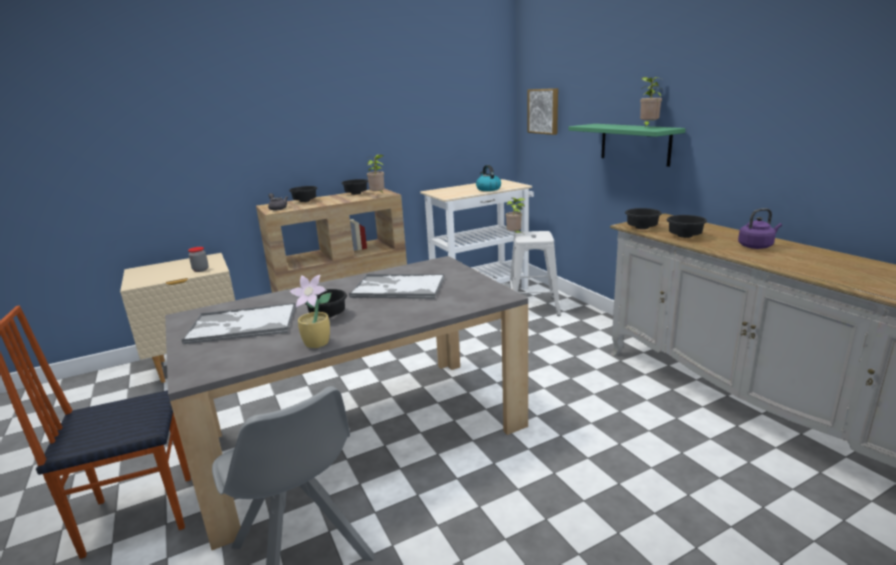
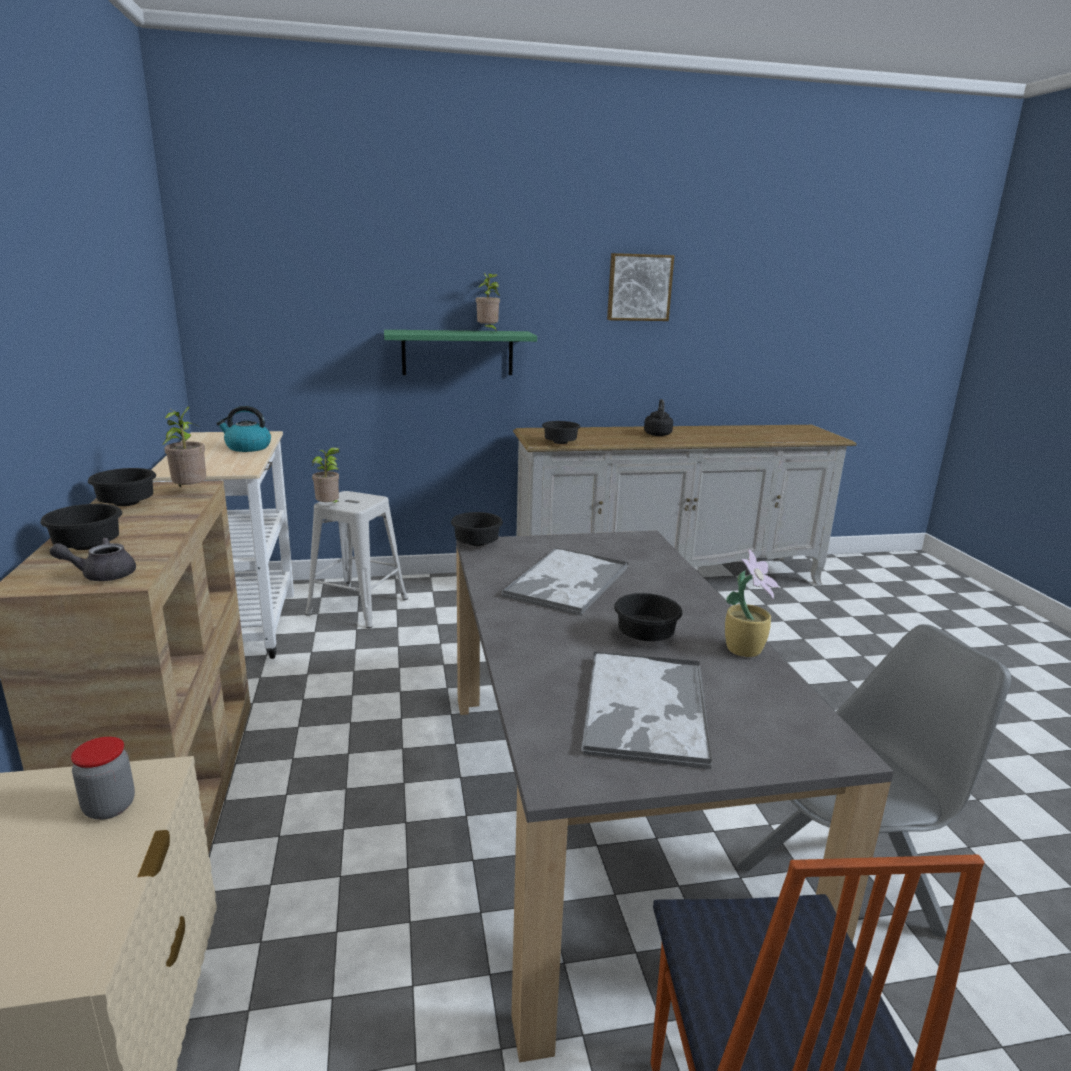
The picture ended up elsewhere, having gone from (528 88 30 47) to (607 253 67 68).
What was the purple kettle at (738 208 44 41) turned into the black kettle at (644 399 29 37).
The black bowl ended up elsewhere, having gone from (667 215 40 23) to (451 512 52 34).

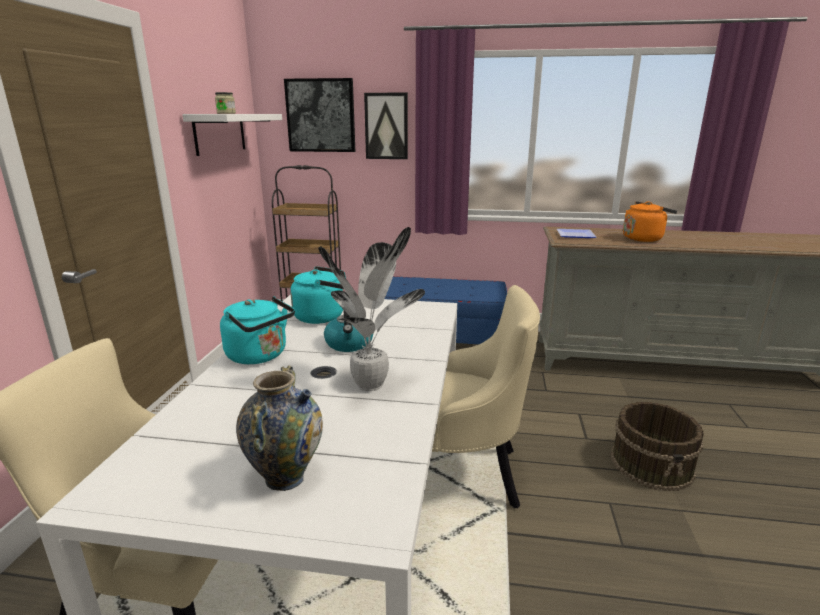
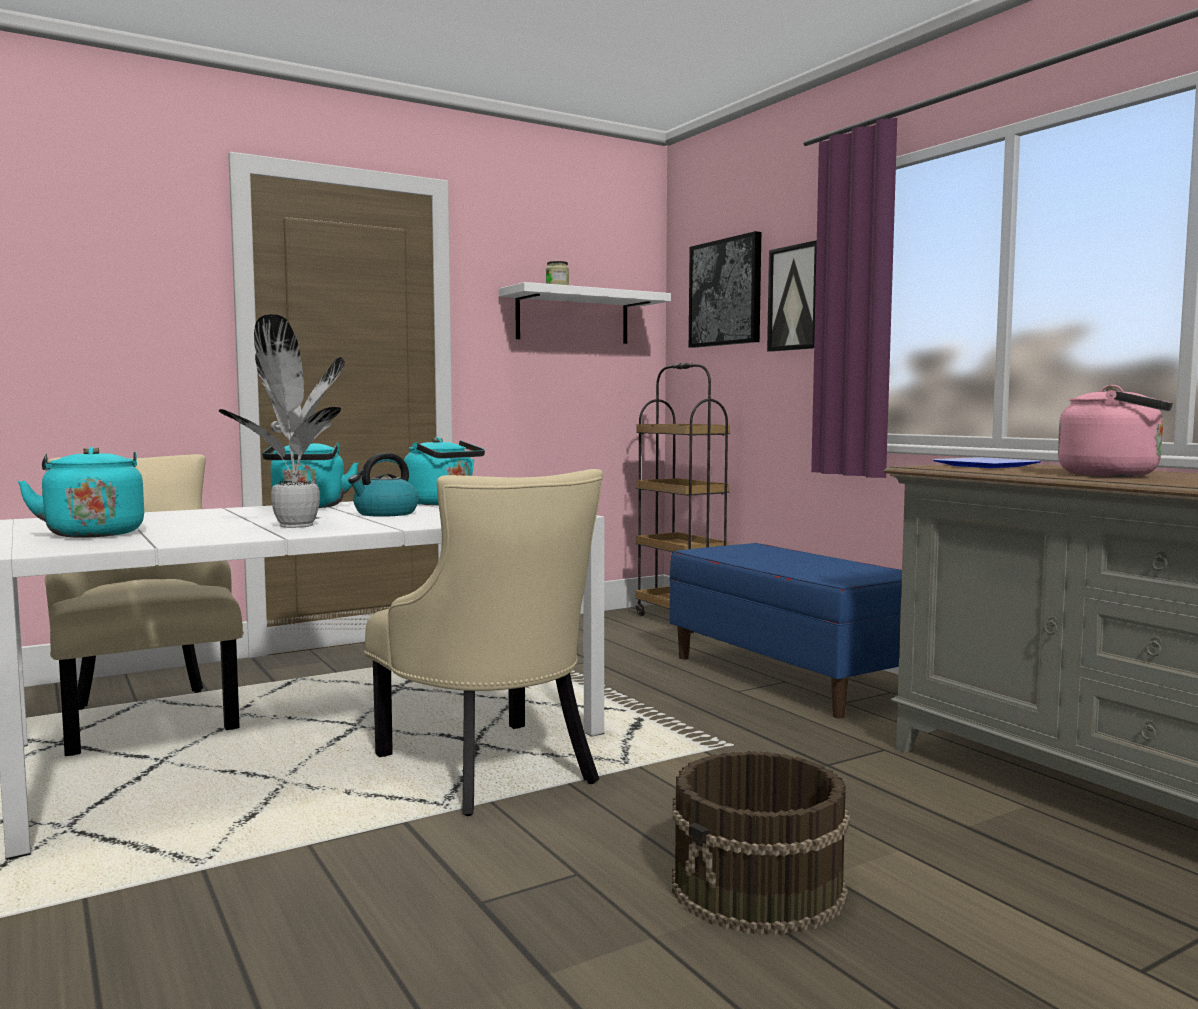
What was the orange kettle at (623 201 54 41) turned into the pink kettle at (1058 385 115 92).
Where the vase stood at (236 365 87 126), the turquoise kettle came to stand at (17 447 127 91).

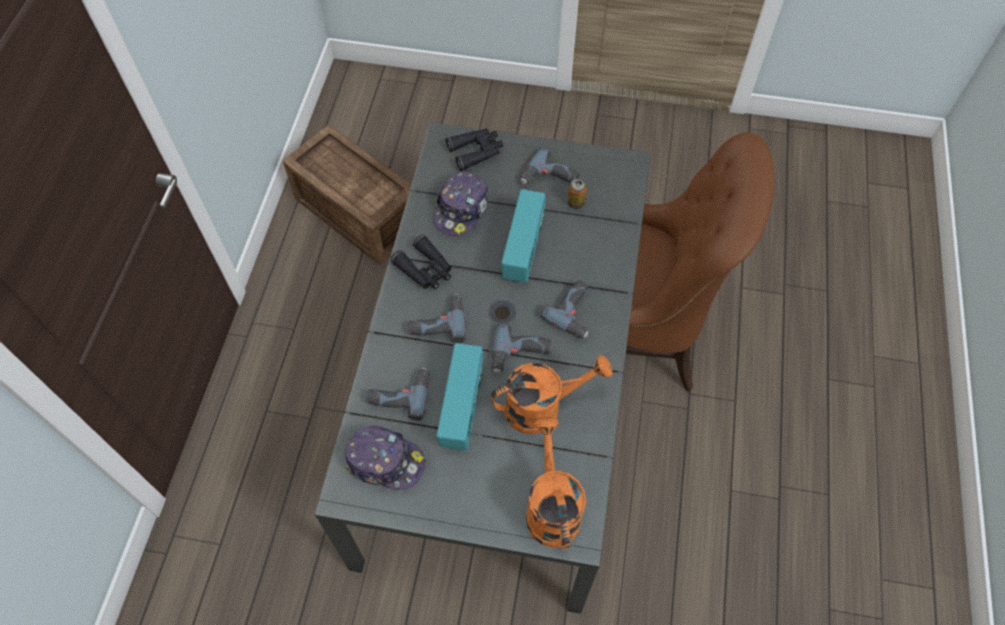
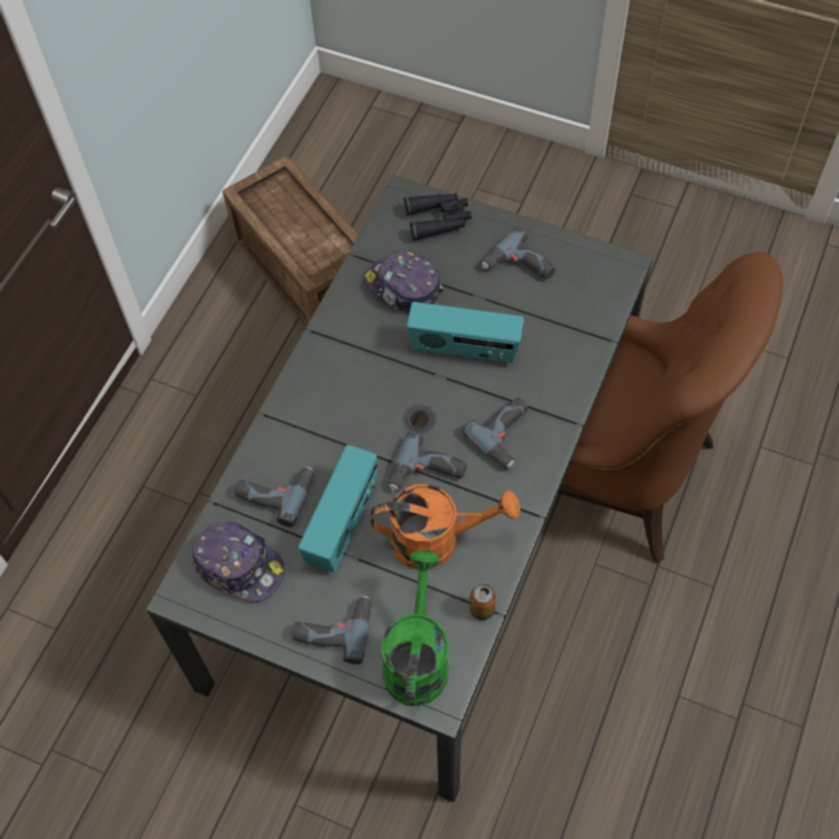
The cap at (434 172 54 64) ended up facing another way, 90 degrees clockwise from before.
The can ended up elsewhere, having gone from (567 178 20 31) to (470 584 26 36).
The radio at (501 189 45 94) ended up facing another way, 75 degrees clockwise from before.
The second view lost the black binoculars at (391 235 61 54).
The power drill ended up elsewhere, having gone from (408 294 58 49) to (292 595 80 70).
What was the orange watering can at (526 417 60 132) turned into the green watering can at (381 551 68 155).

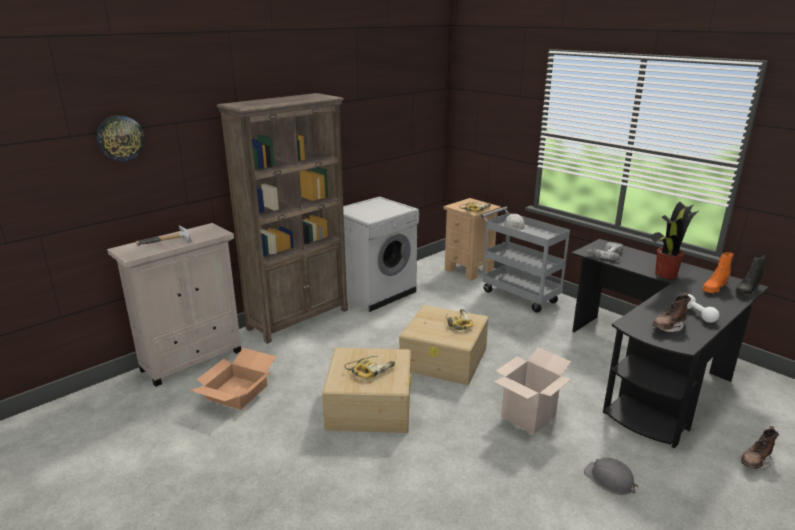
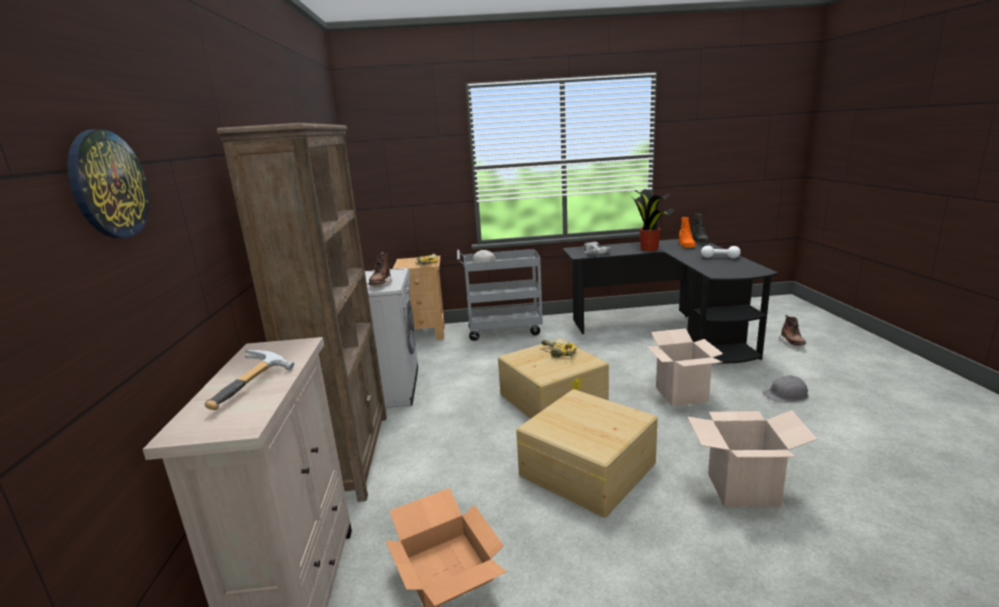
The brown boot ended up elsewhere, having gone from (652 293 39 39) to (368 252 24 35).
The second view lost the power drill at (344 356 51 22).
The second view gained the cardboard box at (687 410 131 97).

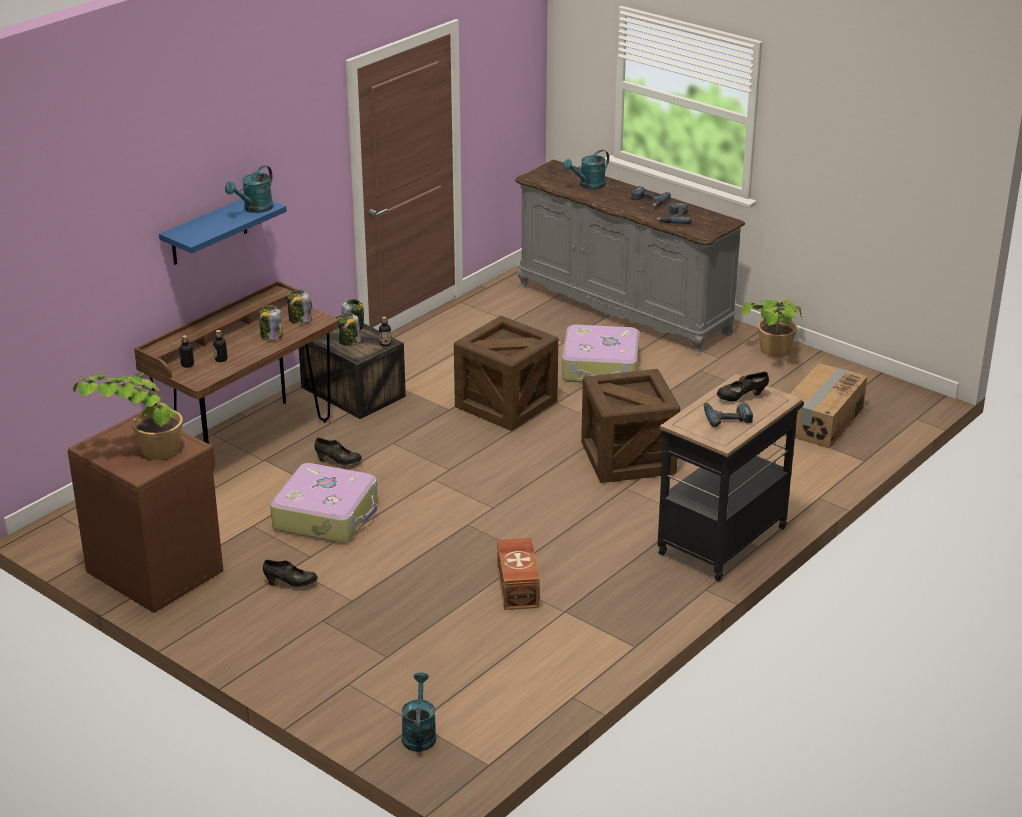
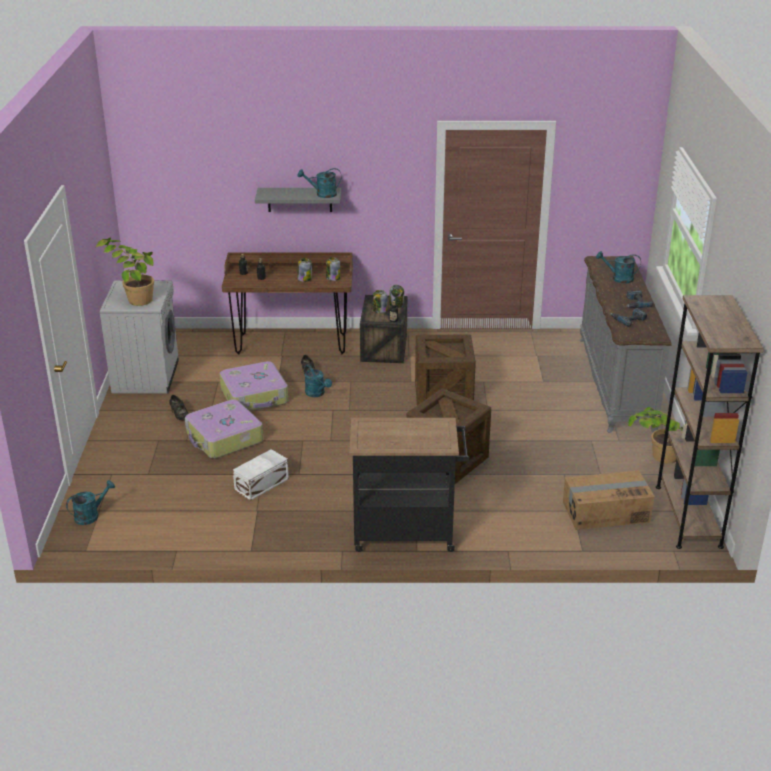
What was the blue shelf at (159 199 128 66) turned into the grey shelf at (255 188 86 24).
The suitcase ended up elsewhere, having gone from (562 325 77 57) to (185 399 78 59).
The second view lost the black shoe at (717 372 52 29).
The second view lost the power drill at (704 402 49 25).
What was the brown washing machine at (68 411 155 202) turned into the white washing machine at (100 281 79 112).
What was the brown storage box at (497 538 43 72) turned into the white storage box at (233 449 56 51).
The second view gained the brown bookcase at (656 295 108 254).
The second view gained the turquoise watering can at (304 365 28 32).

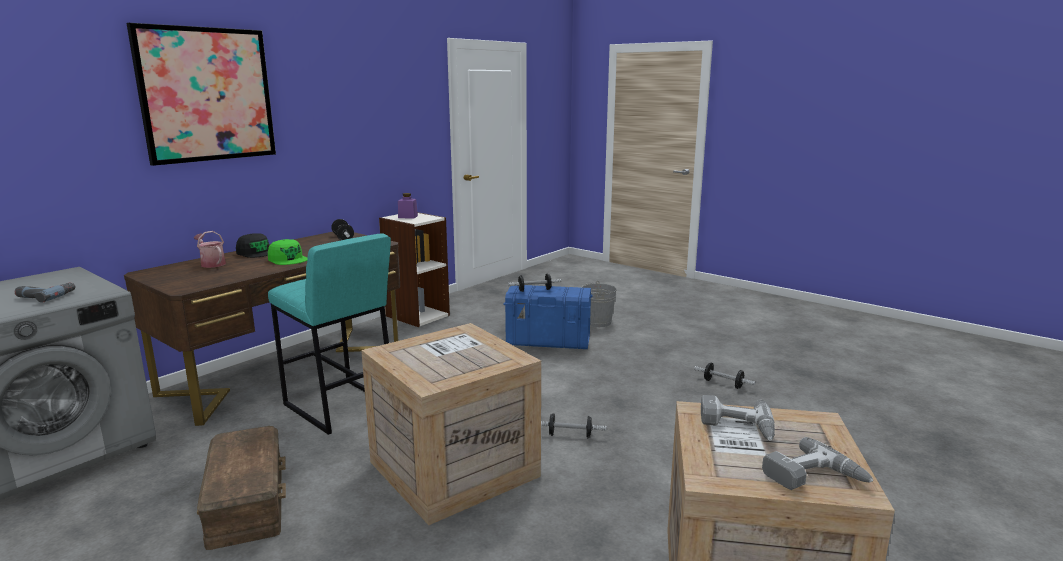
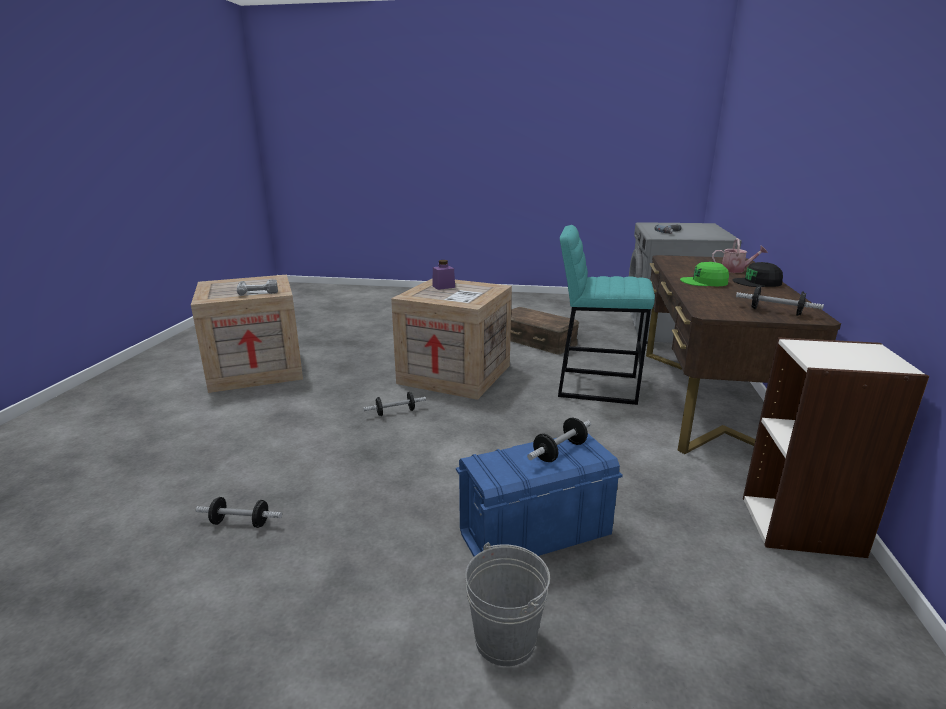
The second view lost the picture at (127 23 149 143).
The purple jar ended up elsewhere, having gone from (398 193 20 26) to (432 260 23 30).
The second view lost the power drill at (762 437 111 53).

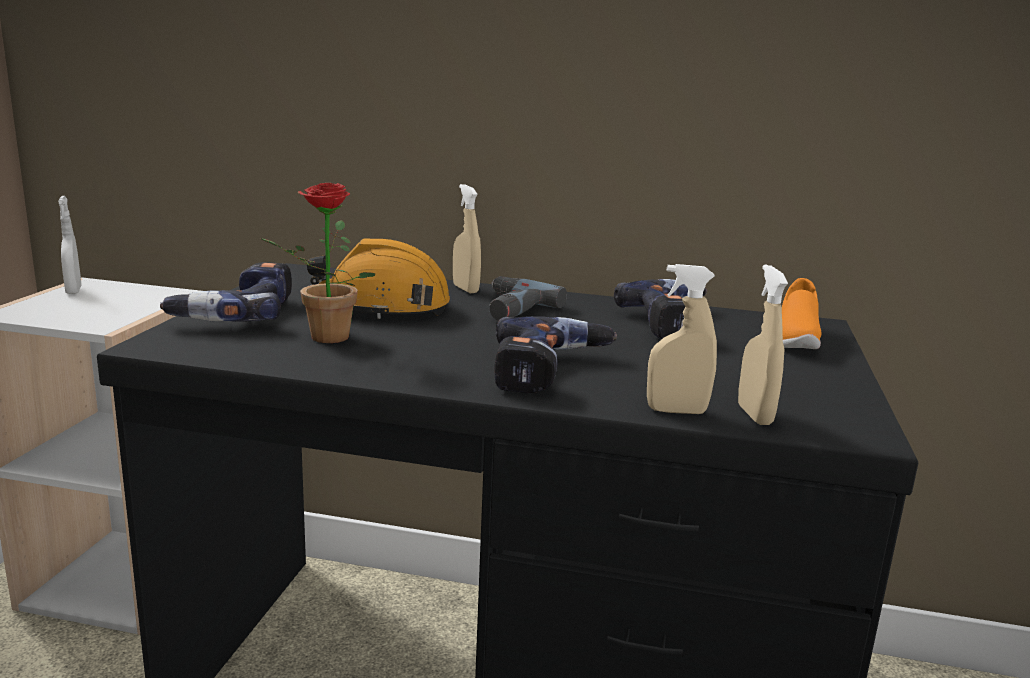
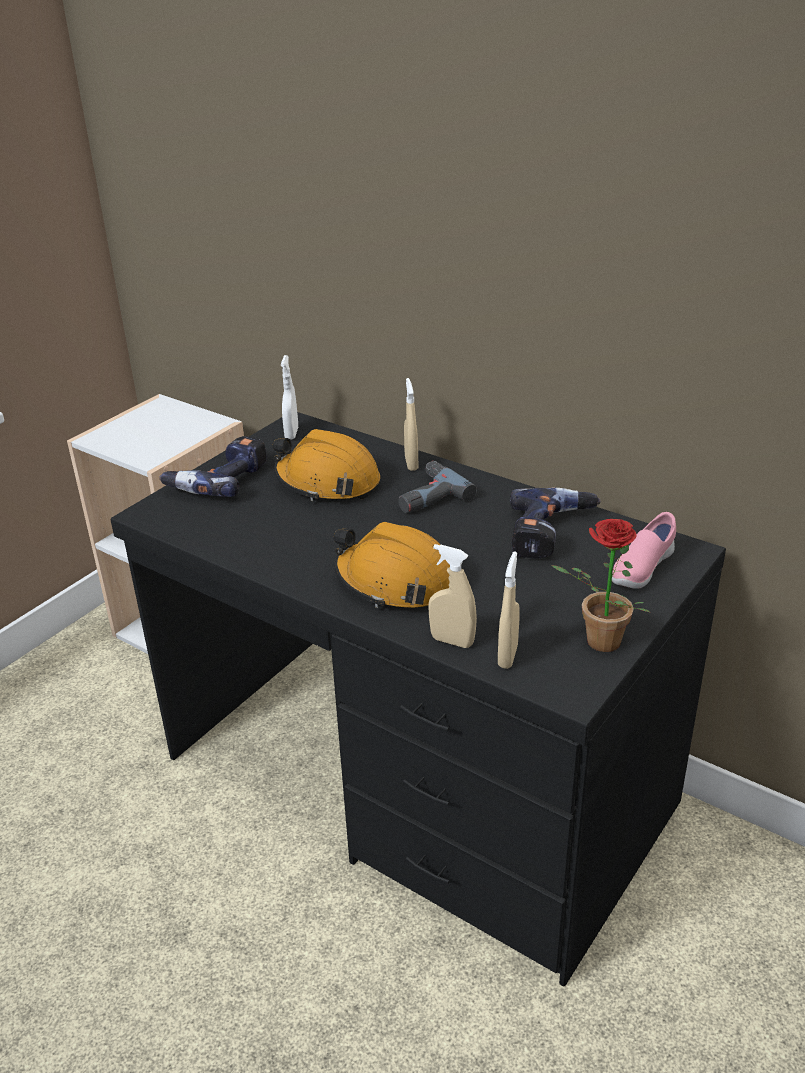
The potted plant ended up elsewhere, having gone from (260 183 115 160) to (551 519 100 133).
The white spray bottle ended up elsewhere, having gone from (58 196 23 98) to (281 355 17 84).
What was the orange shoe at (782 278 39 71) turned into the pink shoe at (612 512 64 77).
Where the power drill stood at (494 316 123 77), the orange hard hat came to stand at (334 522 116 86).

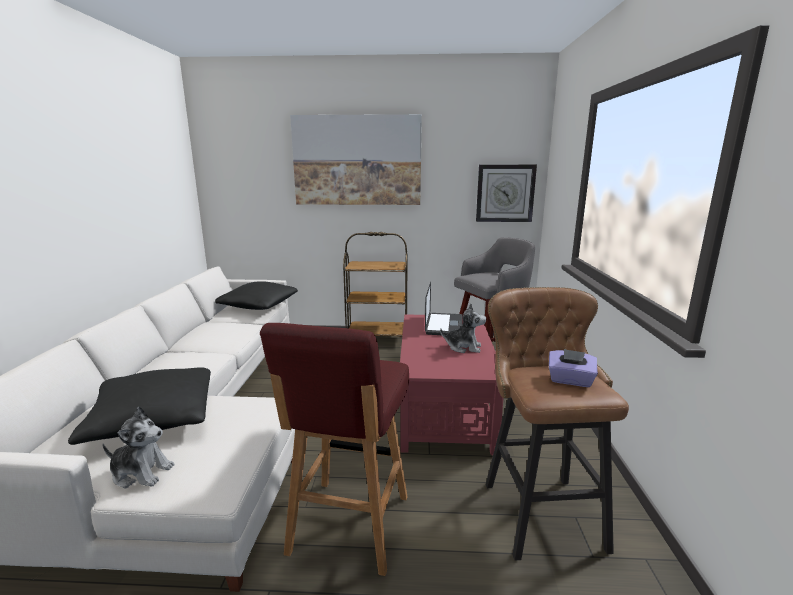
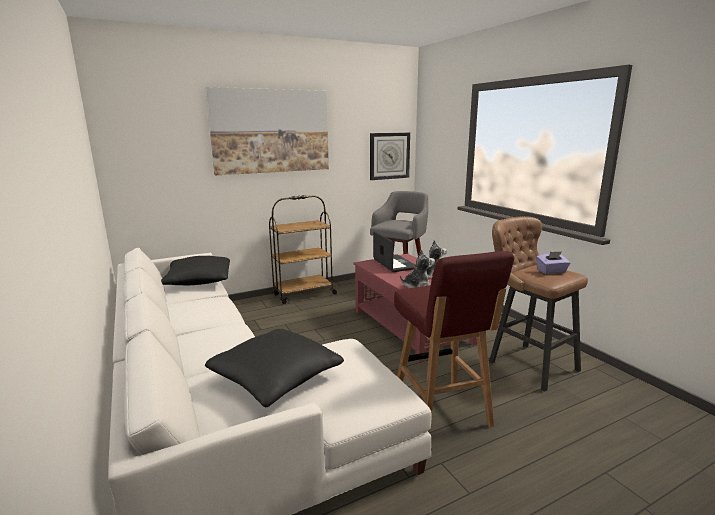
The plush toy ended up elsewhere, having gone from (102 406 73 82) to (400 250 35 38).

